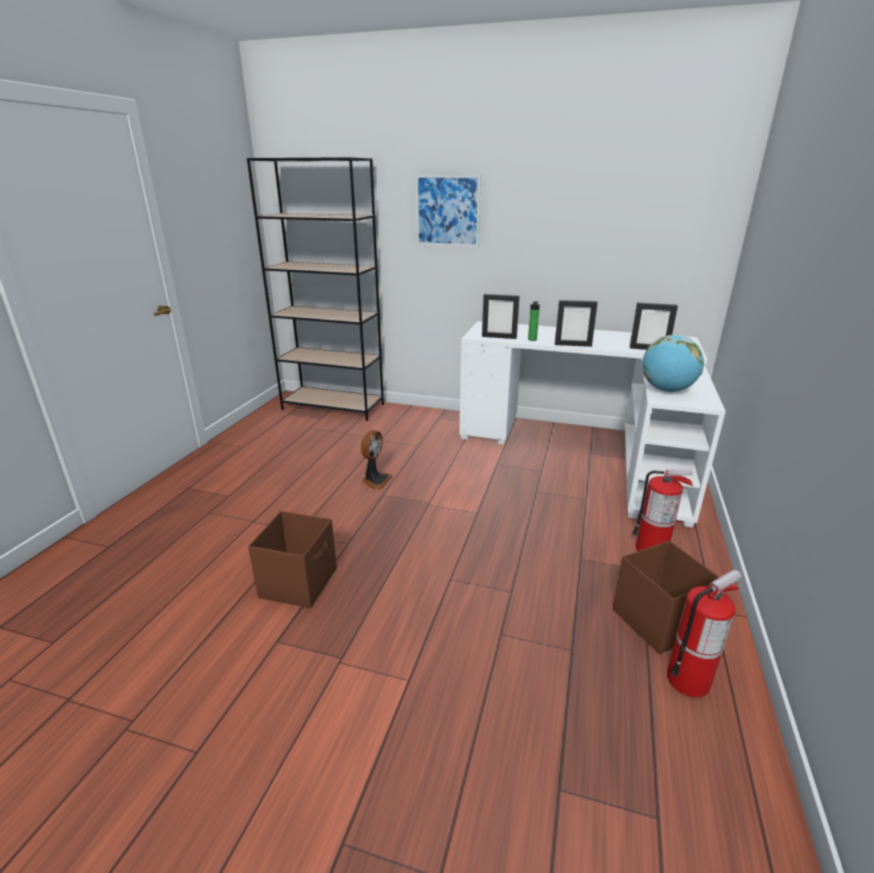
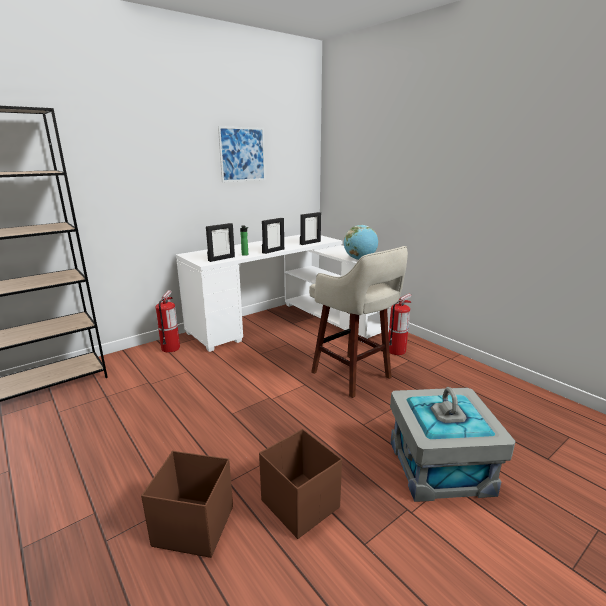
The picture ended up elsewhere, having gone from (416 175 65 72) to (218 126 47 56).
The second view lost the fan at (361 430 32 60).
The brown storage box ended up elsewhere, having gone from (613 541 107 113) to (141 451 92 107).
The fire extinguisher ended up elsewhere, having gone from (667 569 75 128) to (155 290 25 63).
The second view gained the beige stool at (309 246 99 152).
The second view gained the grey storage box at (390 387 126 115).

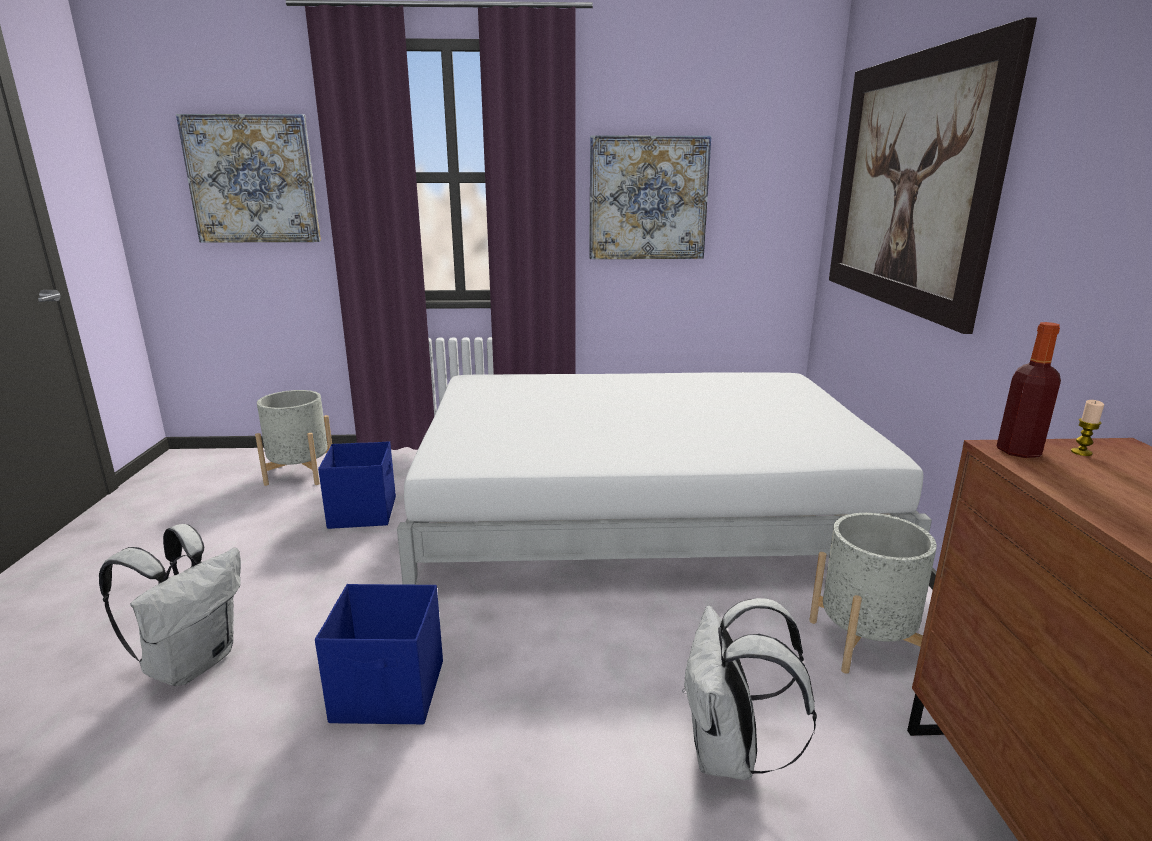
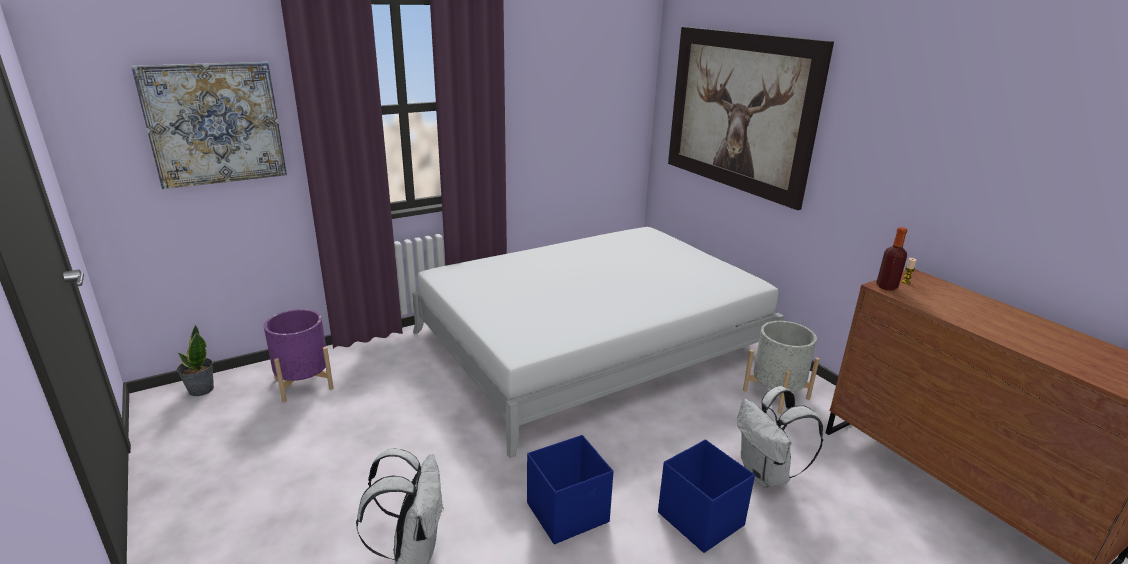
The second view lost the picture at (589 135 122 124).
What was the grey planter at (255 390 77 96) turned into the purple planter at (264 309 70 94).
The blue storage box ended up elsewhere, having gone from (318 441 78 88) to (658 440 97 113).
The second view gained the potted plant at (176 325 38 71).

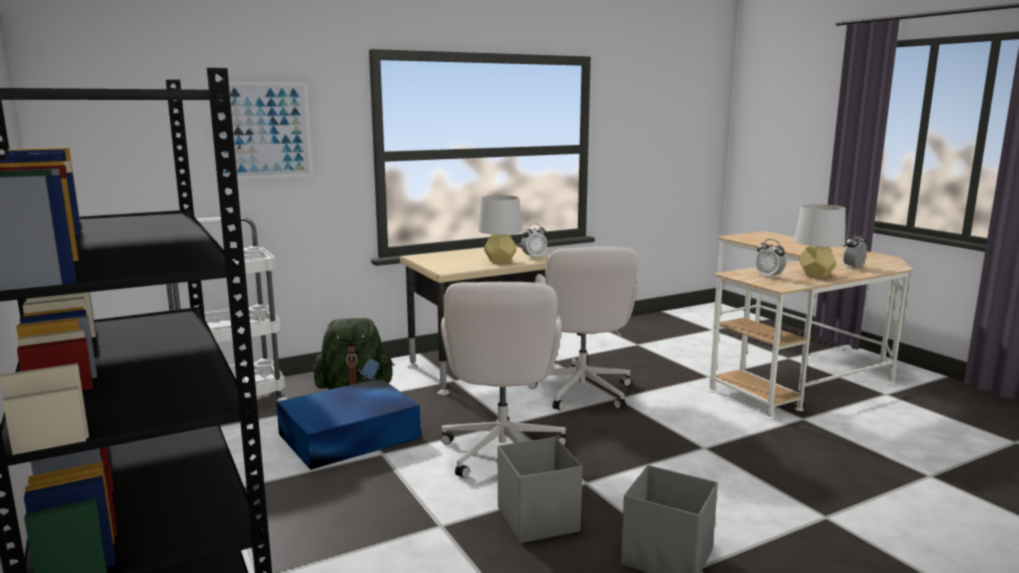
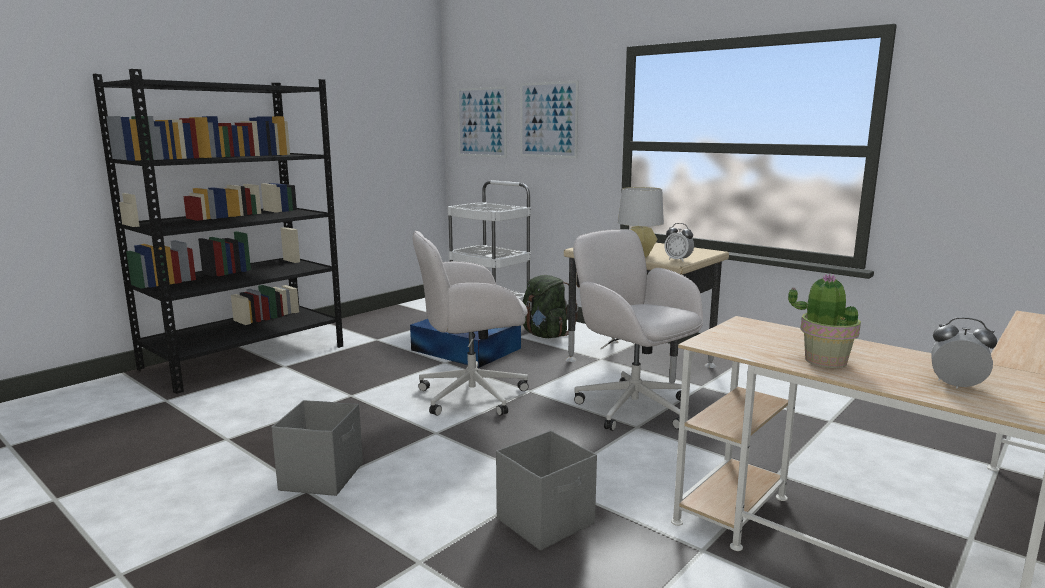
Where the grey table lamp stood at (794 204 52 74), the potted plant came to stand at (788 274 73 94).
The second view lost the alarm clock at (755 239 31 40).
The white office chair at (528 246 110 164) ended up facing another way, 75 degrees clockwise from before.
The grey storage box ended up elsewhere, having gone from (498 437 84 106) to (496 430 101 121).
The second view gained the picture at (457 86 50 72).

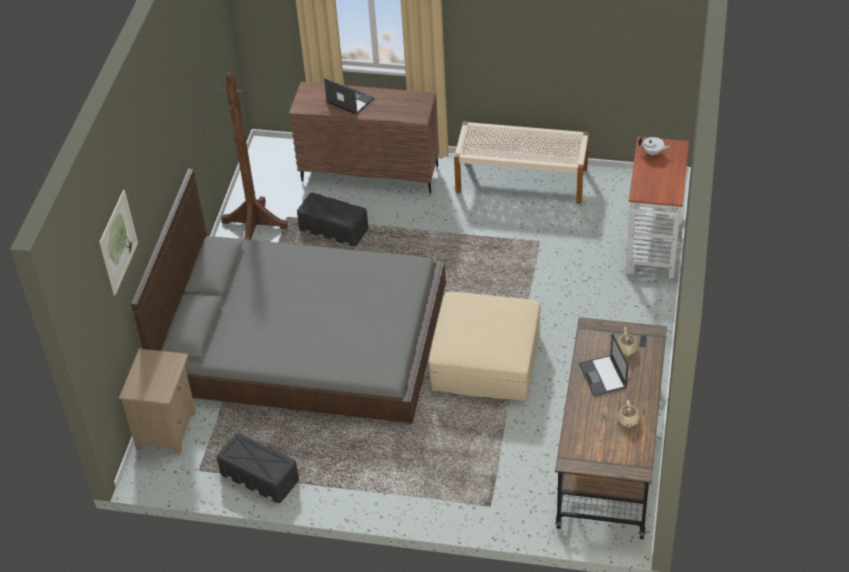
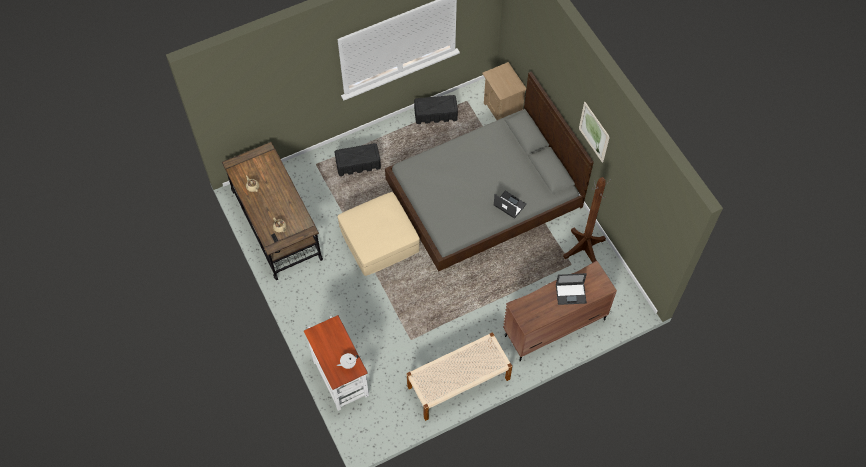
The picture ended up elsewhere, having gone from (99 189 39 107) to (579 102 31 61).
The black storage box ended up elsewhere, having gone from (297 193 71 54) to (335 143 46 33).
The laptop ended up elsewhere, having gone from (579 333 50 63) to (493 190 34 29).

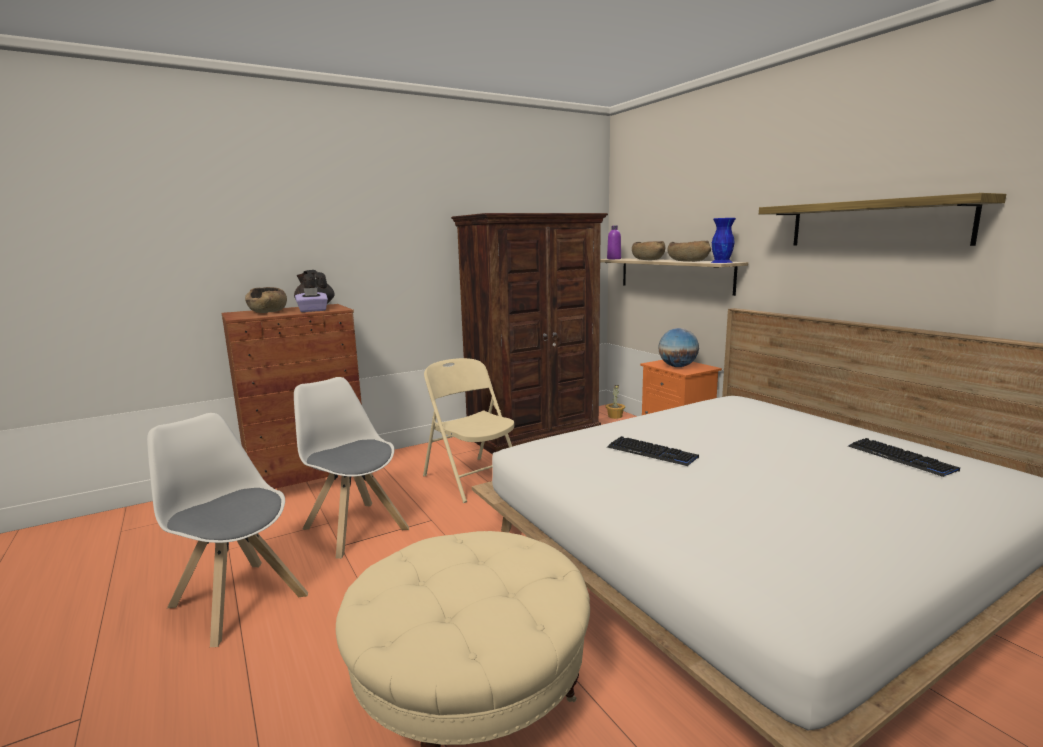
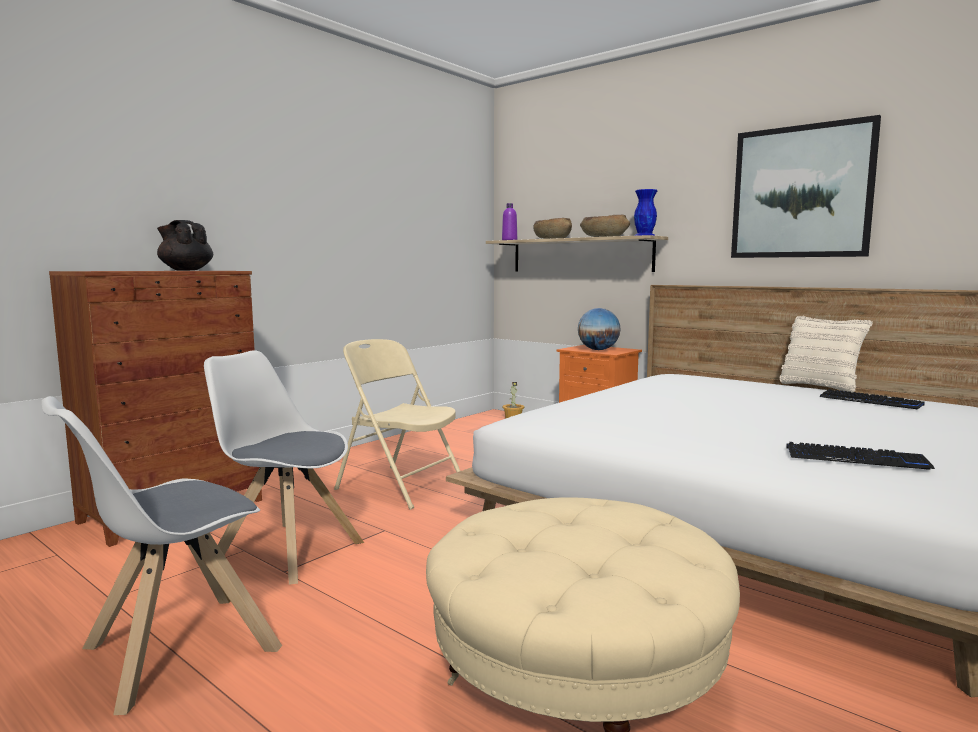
Where the shelf hung at (759 193 247 53), the picture came to hang at (731 115 150 143).
The second view lost the brown wardrobe at (451 213 157 242).
The second view lost the brown bowl at (245 287 42 26).
The second view lost the purple tissue box at (295 288 33 24).
The chair at (147 413 161 234) ended up facing another way, 60 degrees counterclockwise from before.
The keyboard ended up elsewhere, having gone from (607 436 92 30) to (786 442 149 28).
The second view gained the beige pillow at (780 315 93 78).

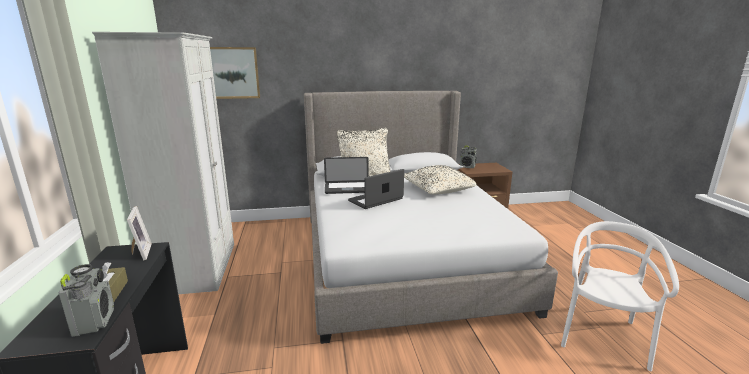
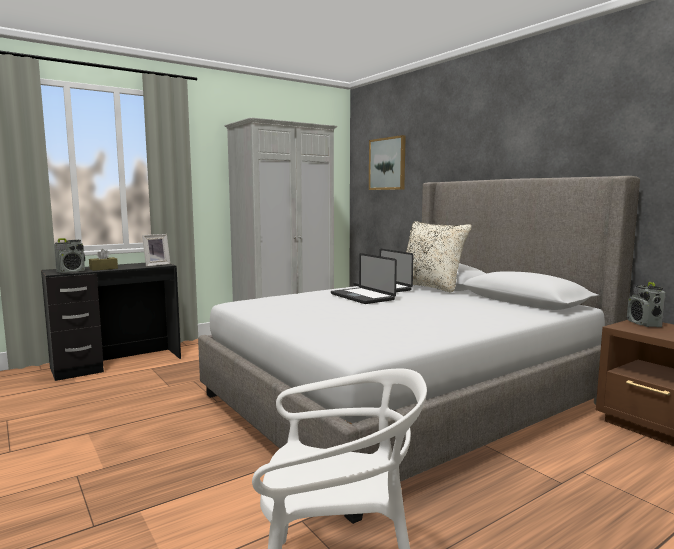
The second view lost the beige pillow at (404 165 73 29).
The laptop at (348 169 56 40) ended up facing another way, 150 degrees counterclockwise from before.

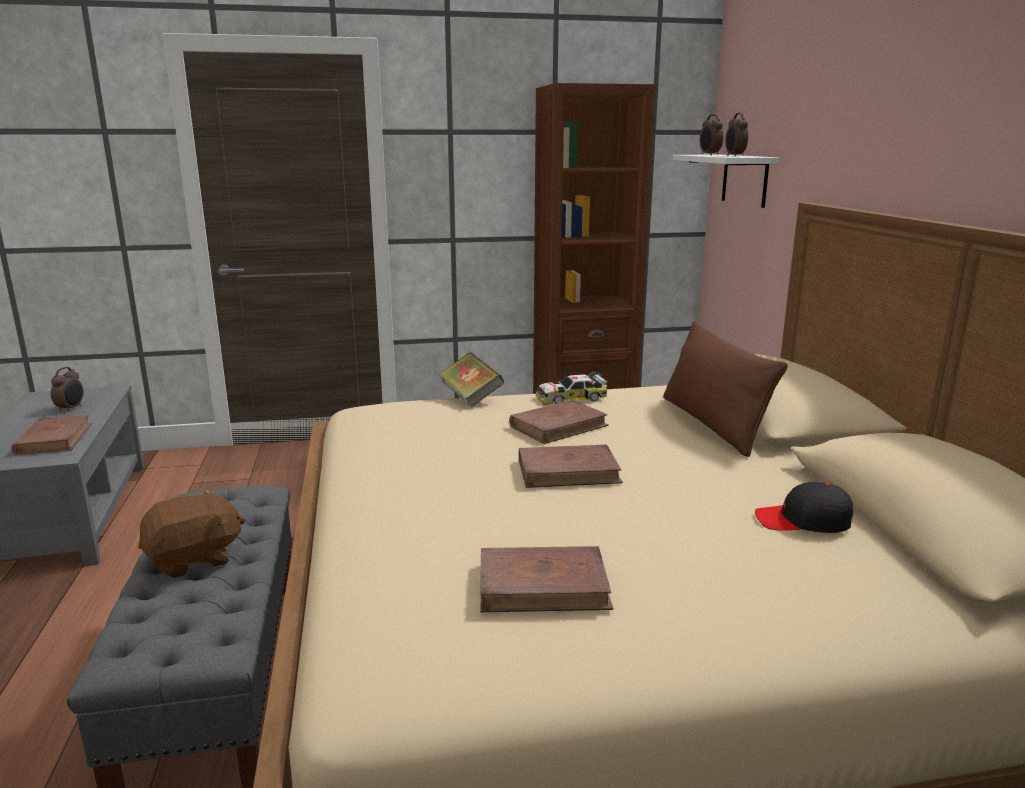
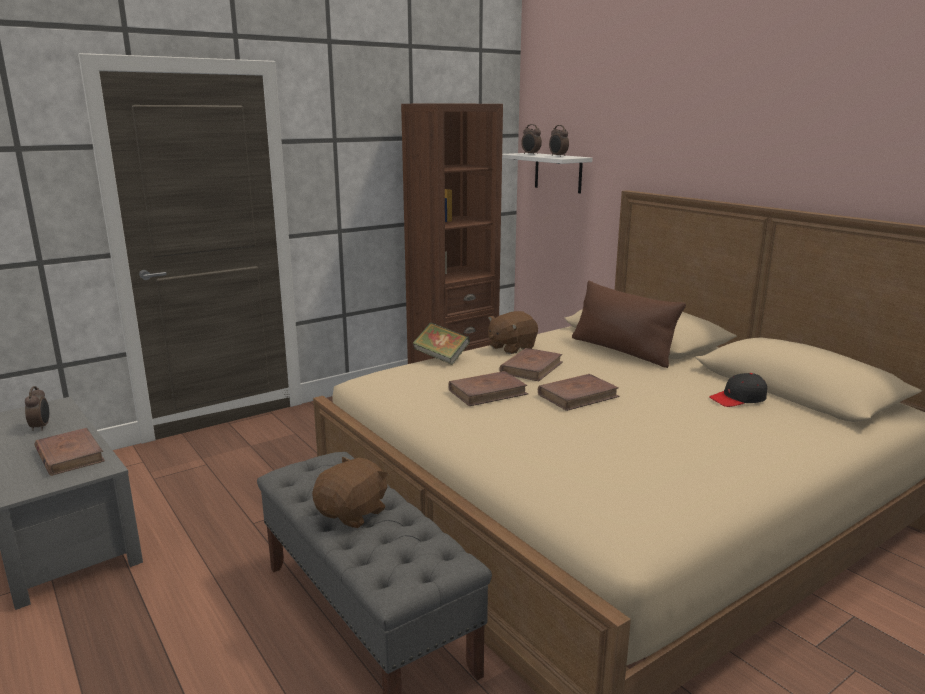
Where the toy car stood at (536 374 72 30), the brown plush toy came to stand at (488 311 50 43).
The brown book ended up elsewhere, having gone from (480 546 133 66) to (448 371 80 35).

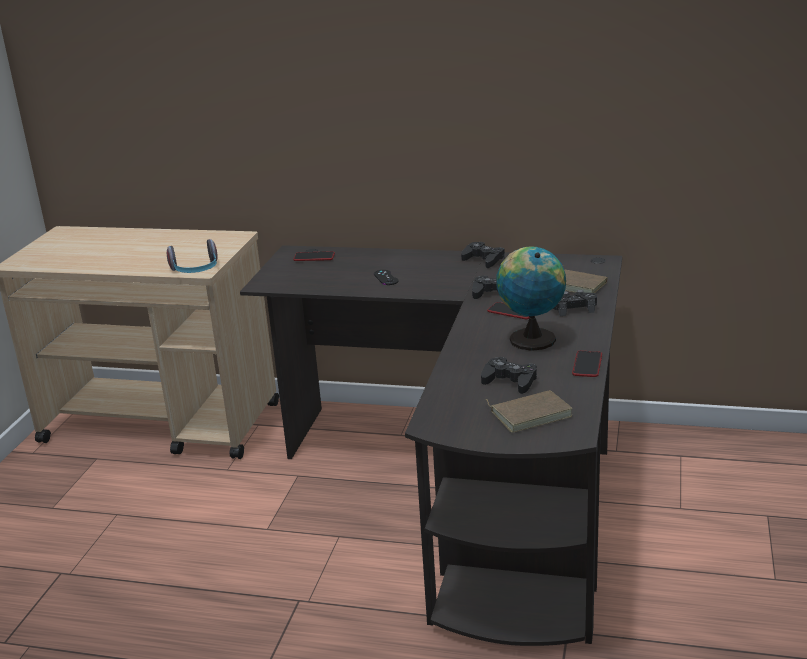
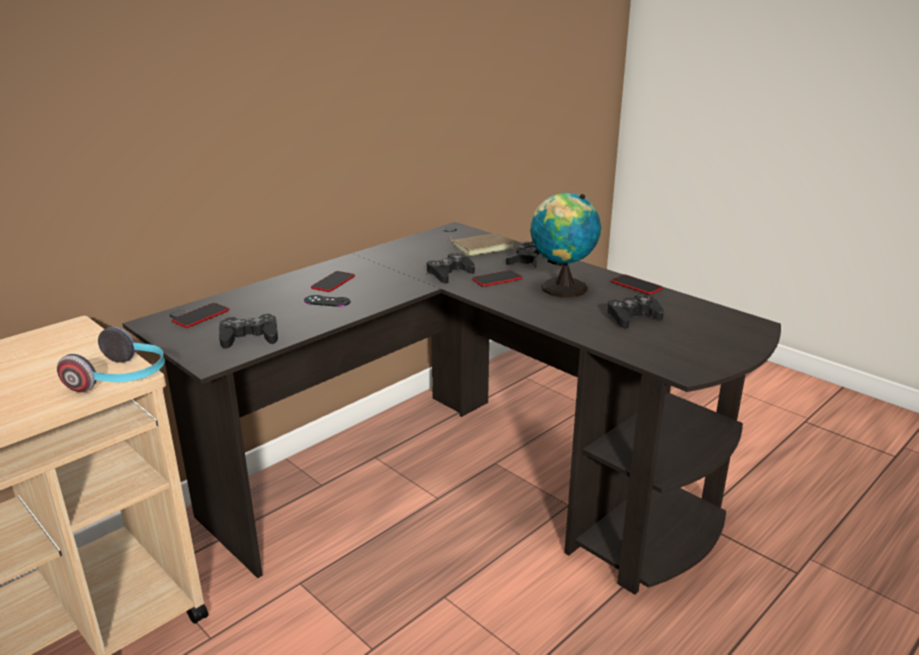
The black game controller ended up elsewhere, having gone from (461 242 44 26) to (219 314 59 35).
The second view lost the brown book at (485 390 88 43).
The second view gained the phone at (311 271 44 21).

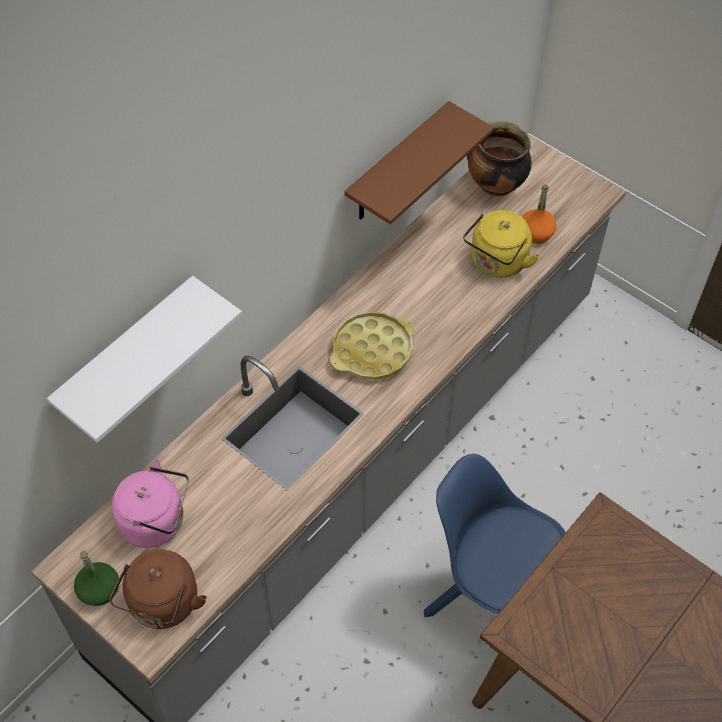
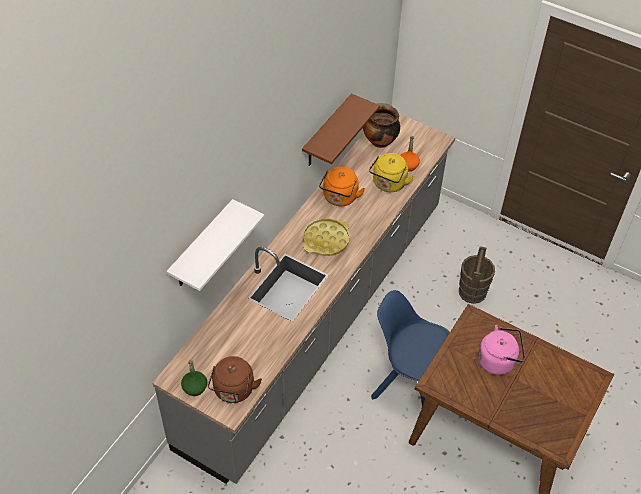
The pink kettle ended up elsewhere, having gone from (111 459 78 89) to (478 325 47 50).
The second view gained the orange kettle at (319 167 46 39).
The second view gained the brown bucket at (459 246 36 58).

